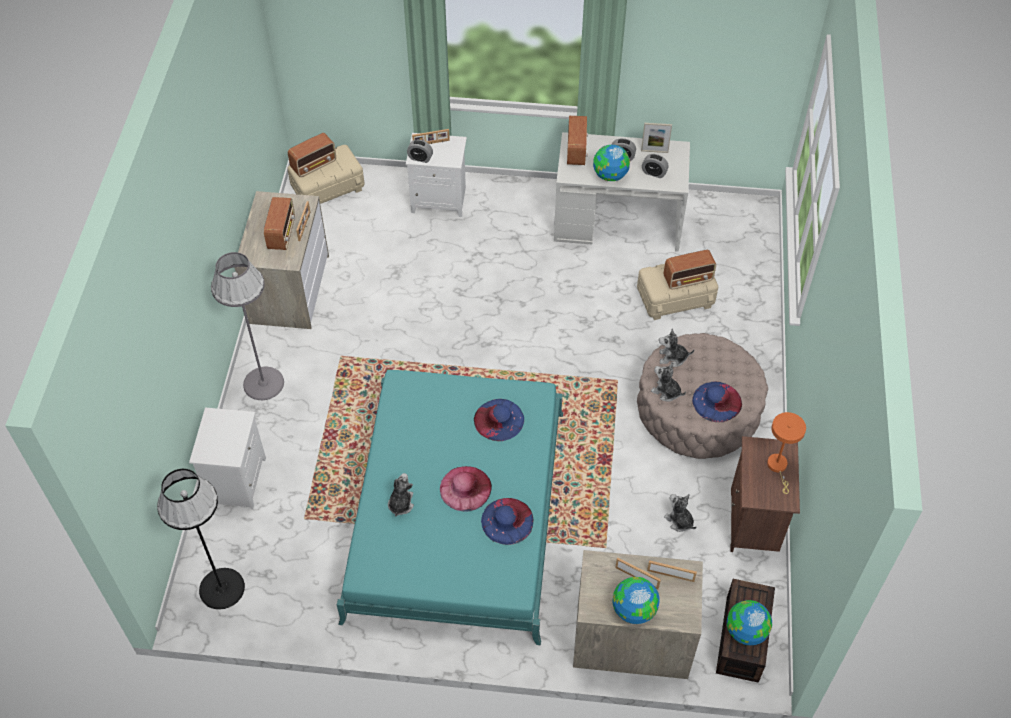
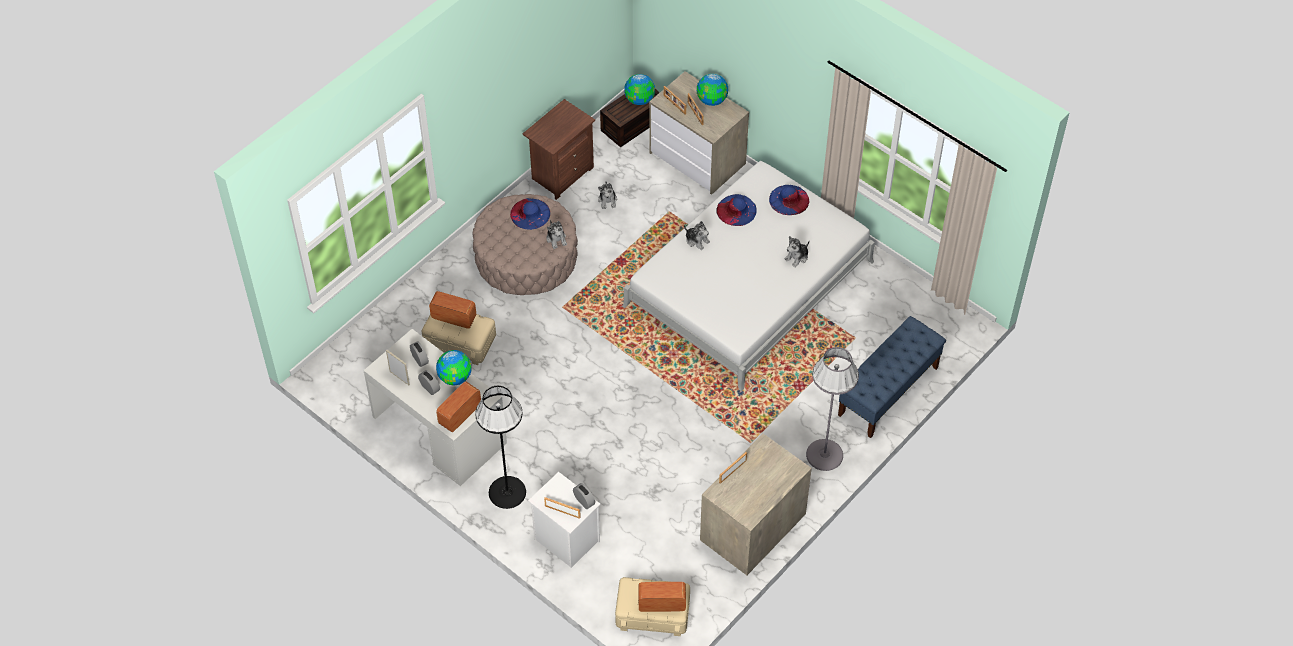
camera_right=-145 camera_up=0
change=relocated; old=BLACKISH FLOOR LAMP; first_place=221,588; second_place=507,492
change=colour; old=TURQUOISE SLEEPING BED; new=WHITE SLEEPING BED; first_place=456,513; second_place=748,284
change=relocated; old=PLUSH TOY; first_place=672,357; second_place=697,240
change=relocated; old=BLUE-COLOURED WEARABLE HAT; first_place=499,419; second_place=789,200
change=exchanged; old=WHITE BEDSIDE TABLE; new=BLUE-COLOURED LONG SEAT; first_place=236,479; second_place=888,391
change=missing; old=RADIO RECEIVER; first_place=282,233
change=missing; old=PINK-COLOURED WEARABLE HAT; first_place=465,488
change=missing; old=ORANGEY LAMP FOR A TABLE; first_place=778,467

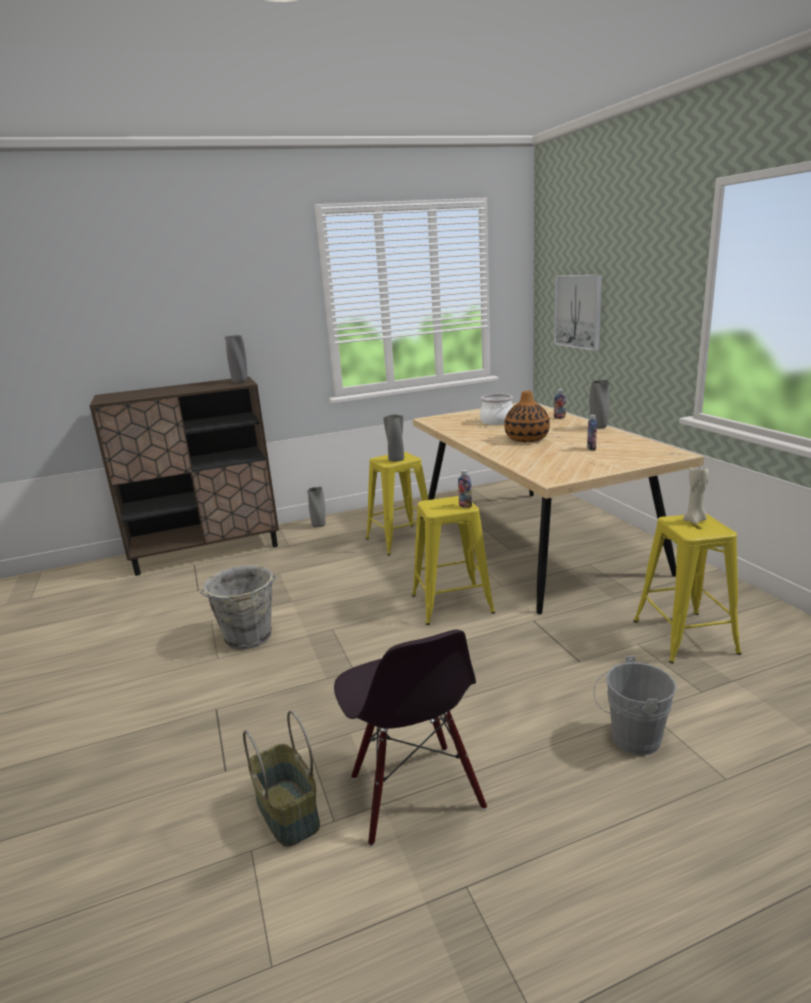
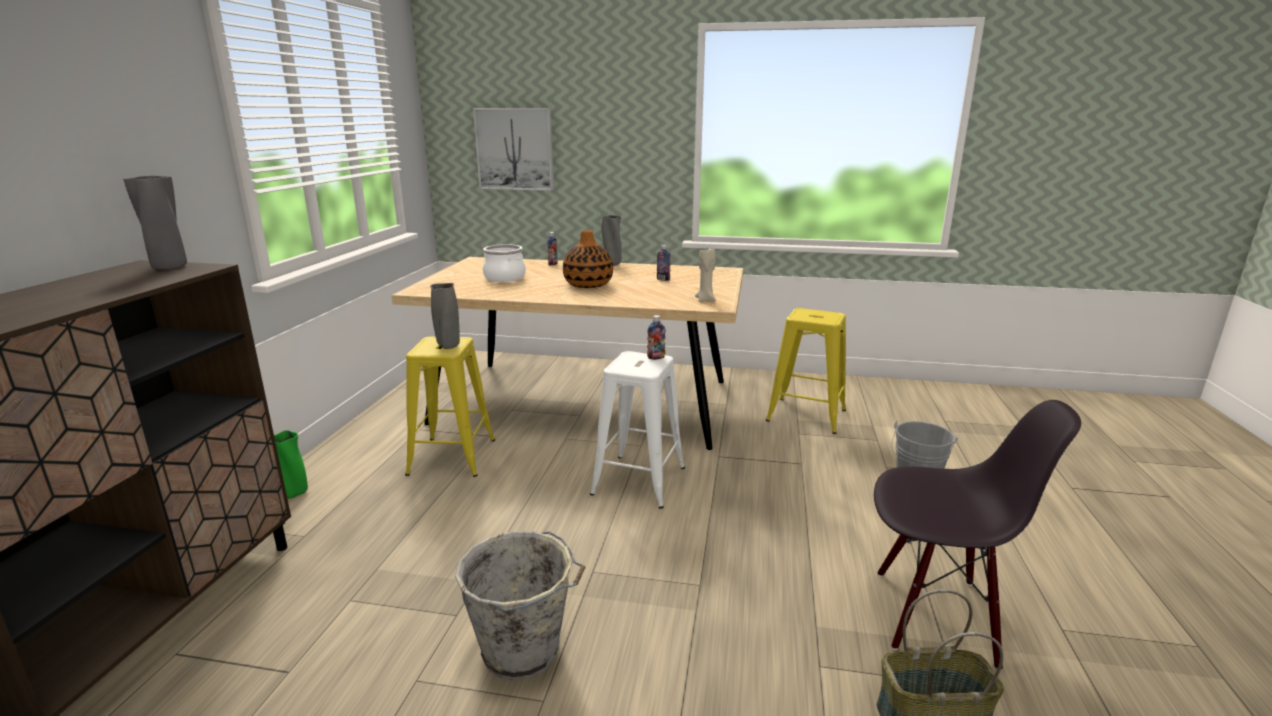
camera_right=-60 camera_up=0
change=colour; old=GREY DECORATIVE VASE; new=GREEN DECORATIVE VASE; first_place=319,525; second_place=295,493
change=colour; old=YELLOW SITTING STOOL; new=WHITE SITTING STOOL; first_place=452,604; second_place=639,480
change=relocated; old=BEIGE-COLOURED CANDLE; first_place=694,521; second_place=705,300

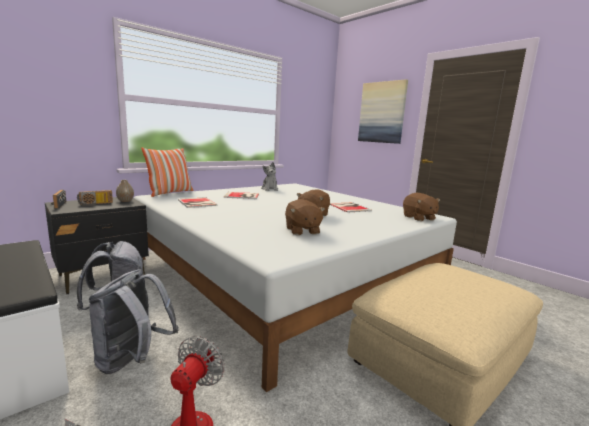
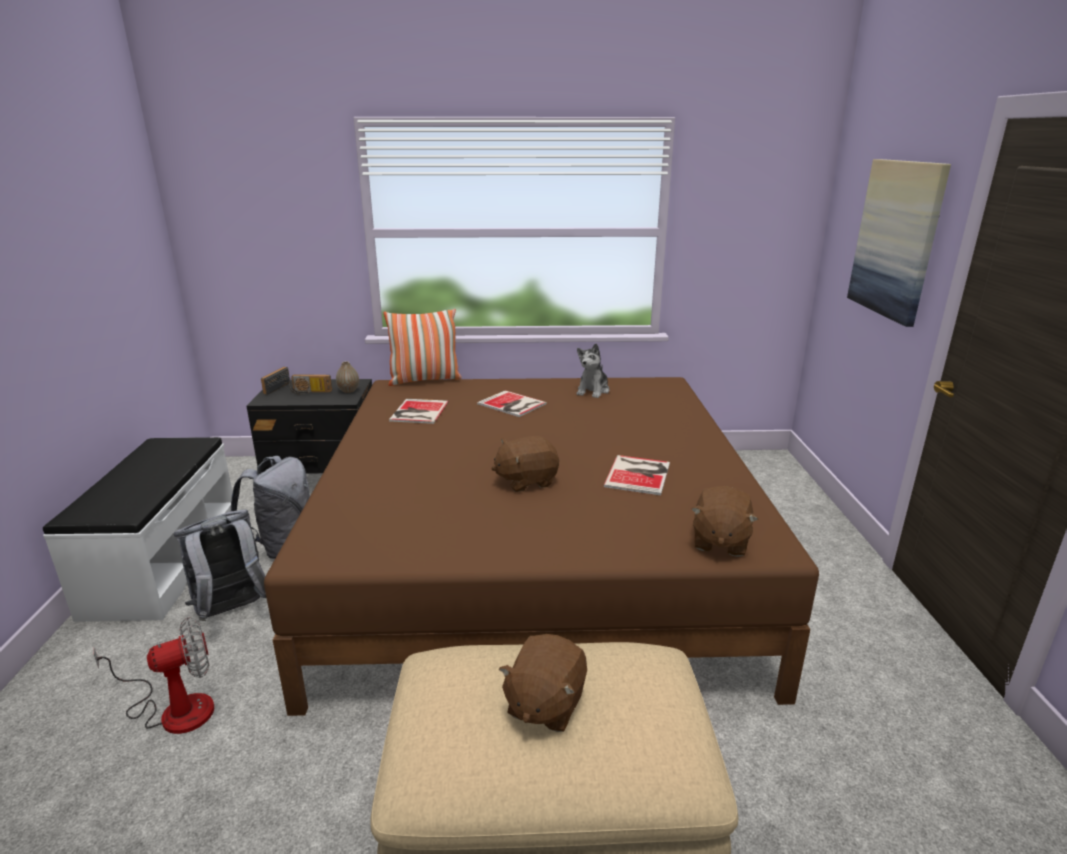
camera_right=40 camera_up=10
change=colour; old=WHITE SLEEPING BED; new=BROWN-COLOURED SLEEPING BED; first_place=285,273; second_place=536,554
change=relocated; old=BROWN-COLOURED PLUSH TOY; first_place=302,231; second_place=544,704

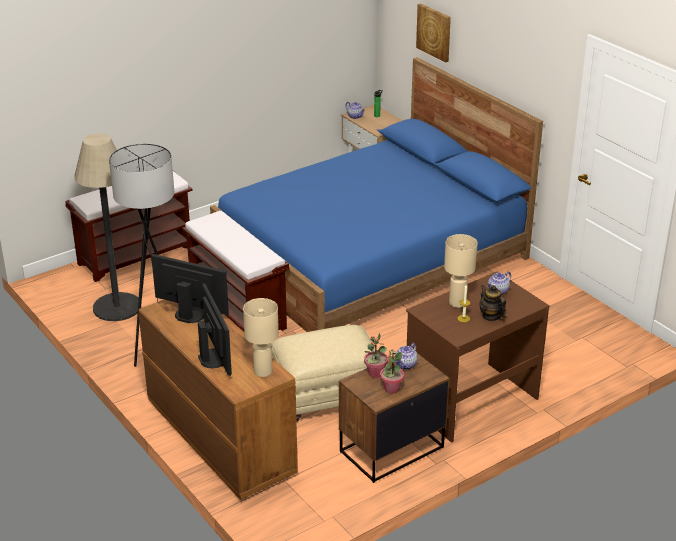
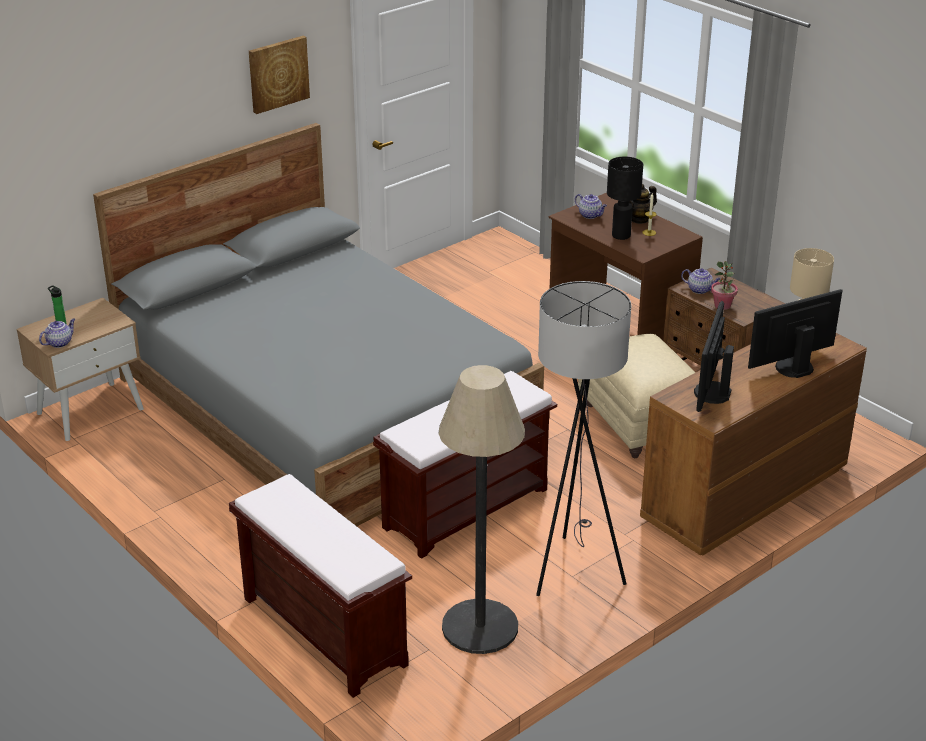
camera_right=-95 camera_up=0
change=colour; old=BLUE-COLOURED SLEEPING BED; new=GREY SLEEPING BED; first_place=372,257; second_place=325,405
change=relocated; old=PICTURE; first_place=434,32; second_place=278,73
change=colour; old=BEIGE-COLOURED LAMP FOR A TABLE; new=BLACKISH LAMP FOR A TABLE; first_place=457,303; second_place=621,236
change=missing; old=HOUSEPLANT; first_place=391,389

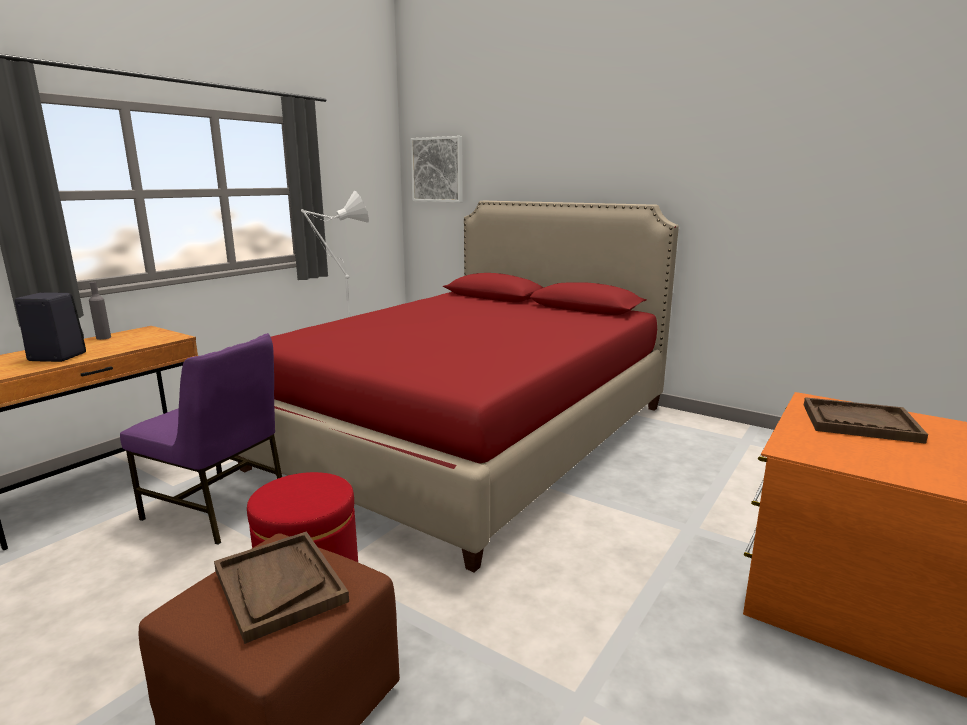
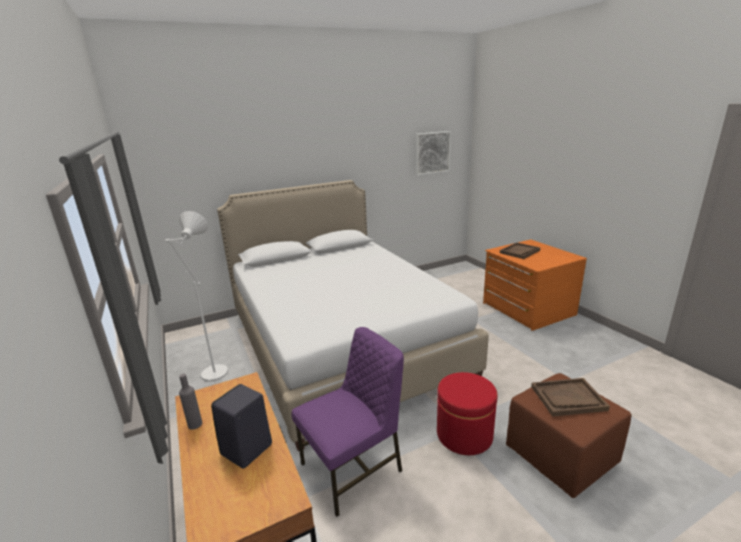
camera_right=-60 camera_up=5
change=colour; old=RED-COLOURED SLEEPING BED; new=WHITE SLEEPING BED; first_place=472,435; second_place=341,343
change=relocated; old=PICTURE; first_place=437,169; second_place=432,152

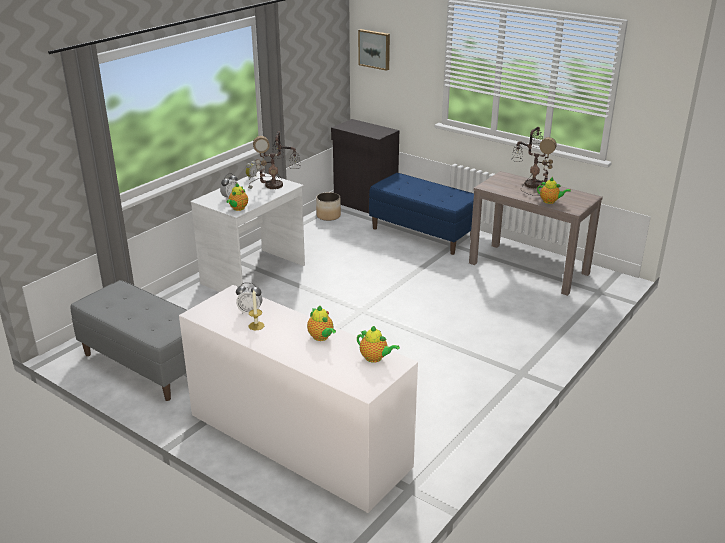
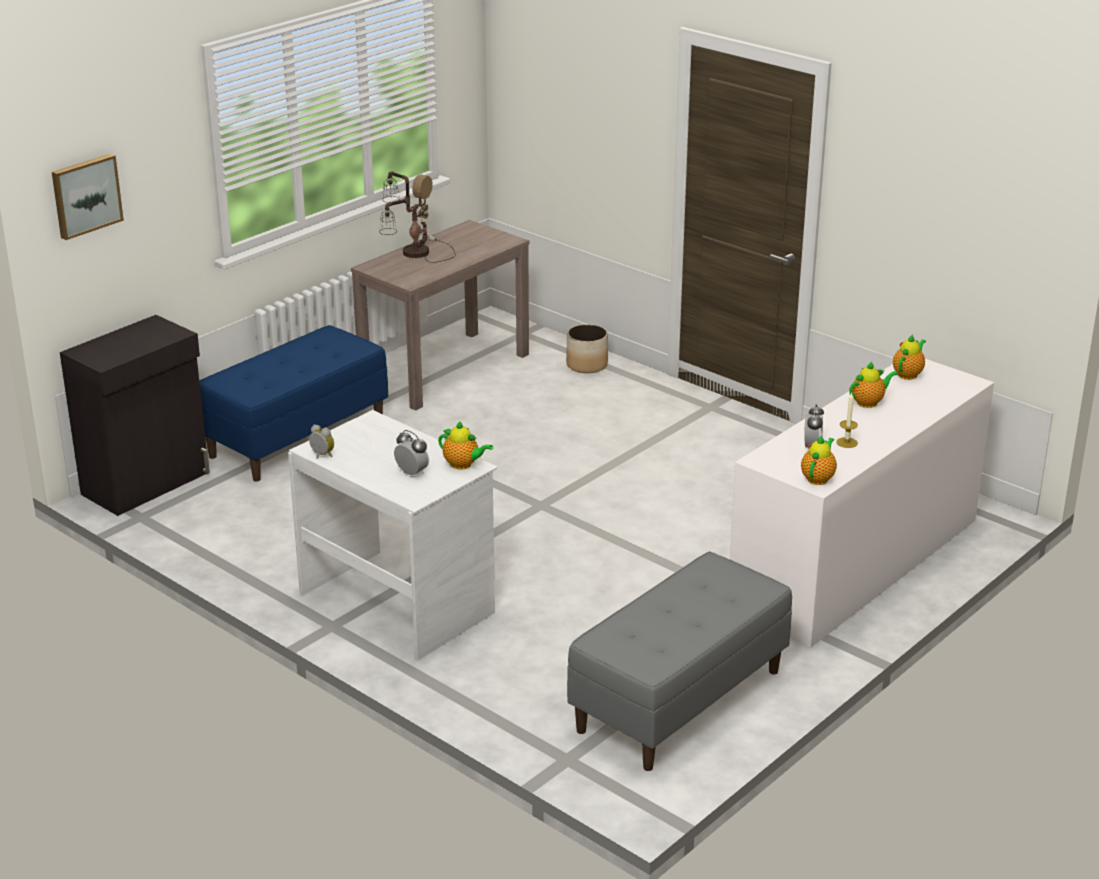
camera_right=-85 camera_up=0
change=relocated; old=FLOWER POT; first_place=328,216; second_place=586,365
change=relocated; old=TEAPOT; first_place=550,201; second_place=818,478
change=missing; old=LAMP FOR A TABLE; first_place=275,186

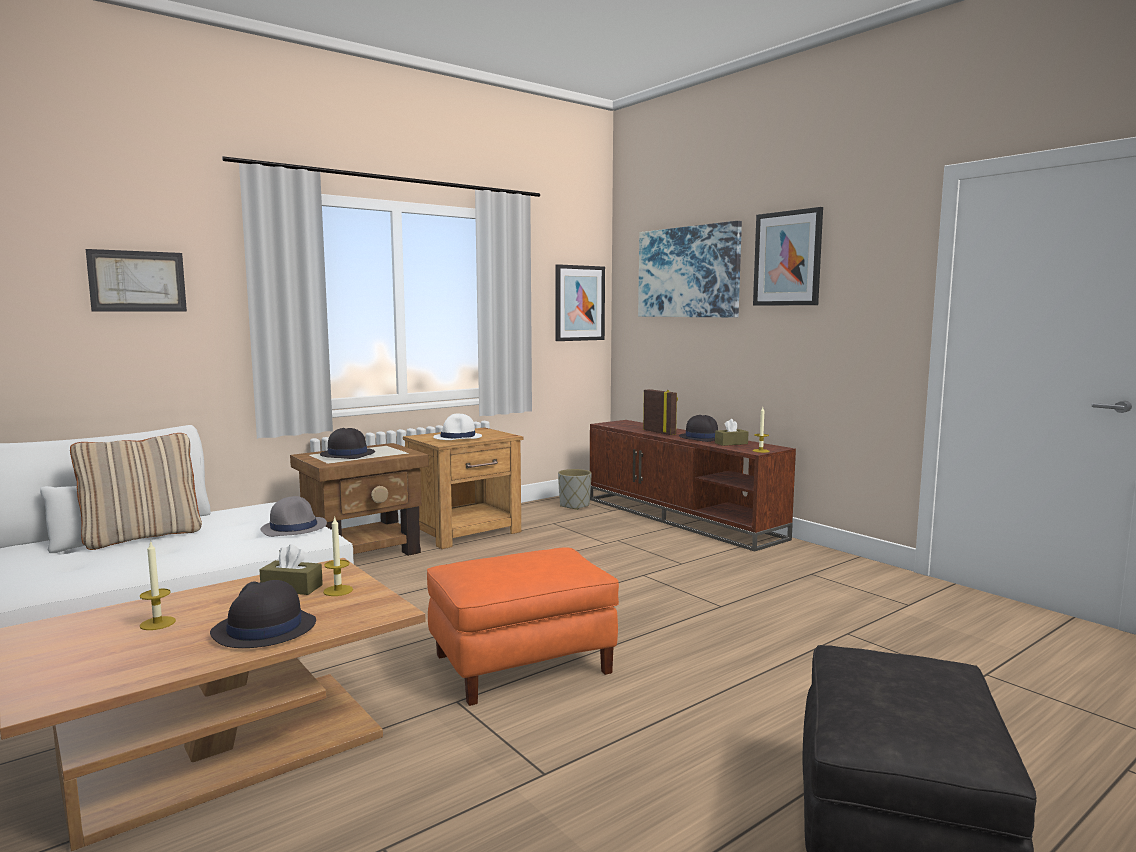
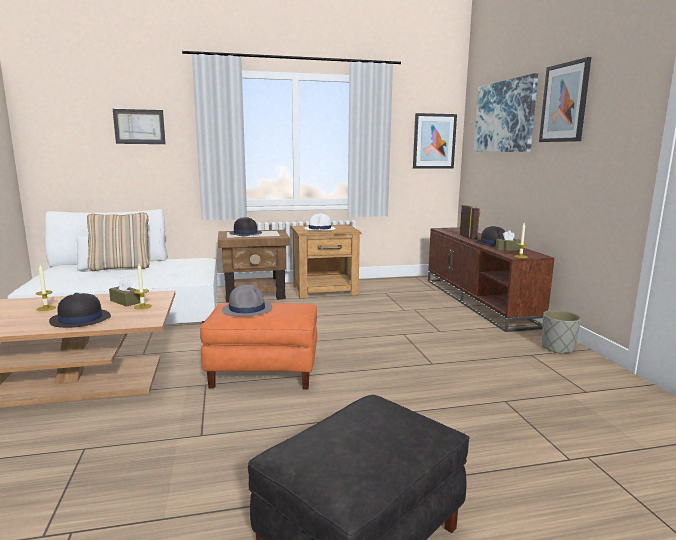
camera_right=25 camera_up=5
change=relocated; old=GREY WEARABLE HAT; first_place=294,527; second_place=247,309
change=relocated; old=GREY FLOWER POT; first_place=574,506; second_place=557,348

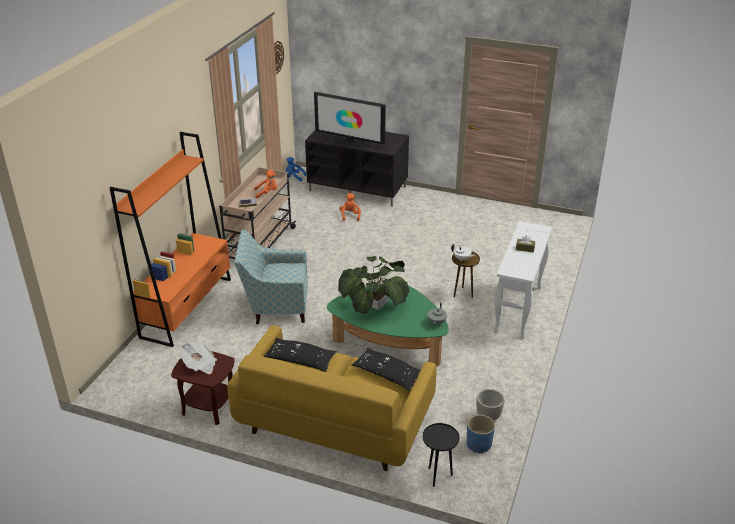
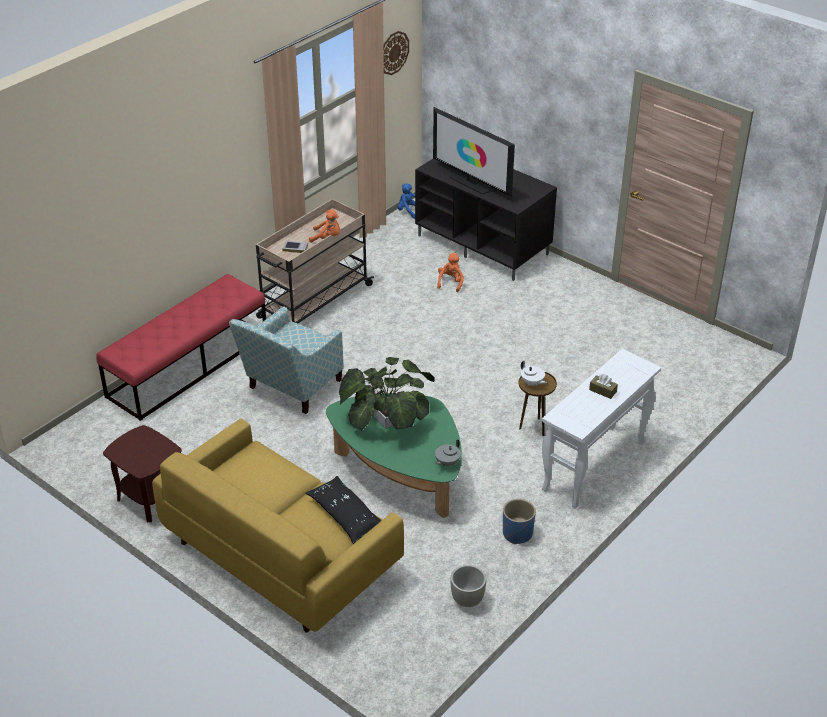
camera_right=20 camera_up=5
change=exchanged; old=ORANGEY SHELVING UNIT; new=RED-COLOURED LONG SEAT; first_place=187,307; second_place=189,365
change=spun; old=EASY CHAIR; first_place=275,306; second_place=290,389; degrees=-75
change=relocated; old=BLUE-COLOURED FLOWER POT; first_place=479,444; second_place=517,533
change=missing; old=DAILY PAPER; first_place=199,365
change=missing; old=BLACKISH CUSHION; first_place=300,360
change=missing; old=BLACKISH END TABLE; first_place=438,476

